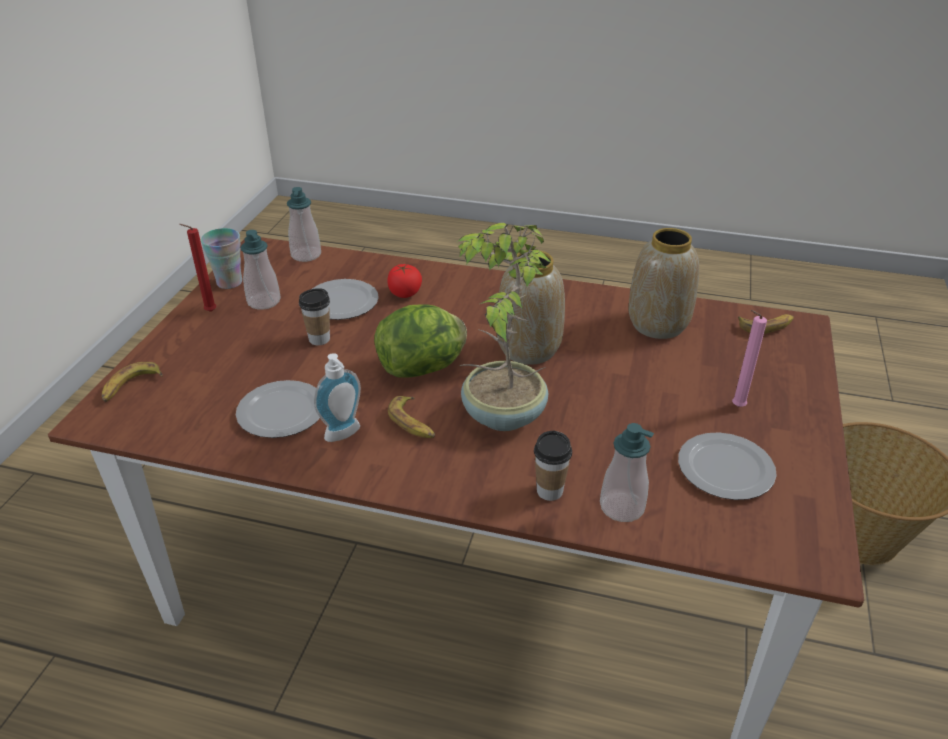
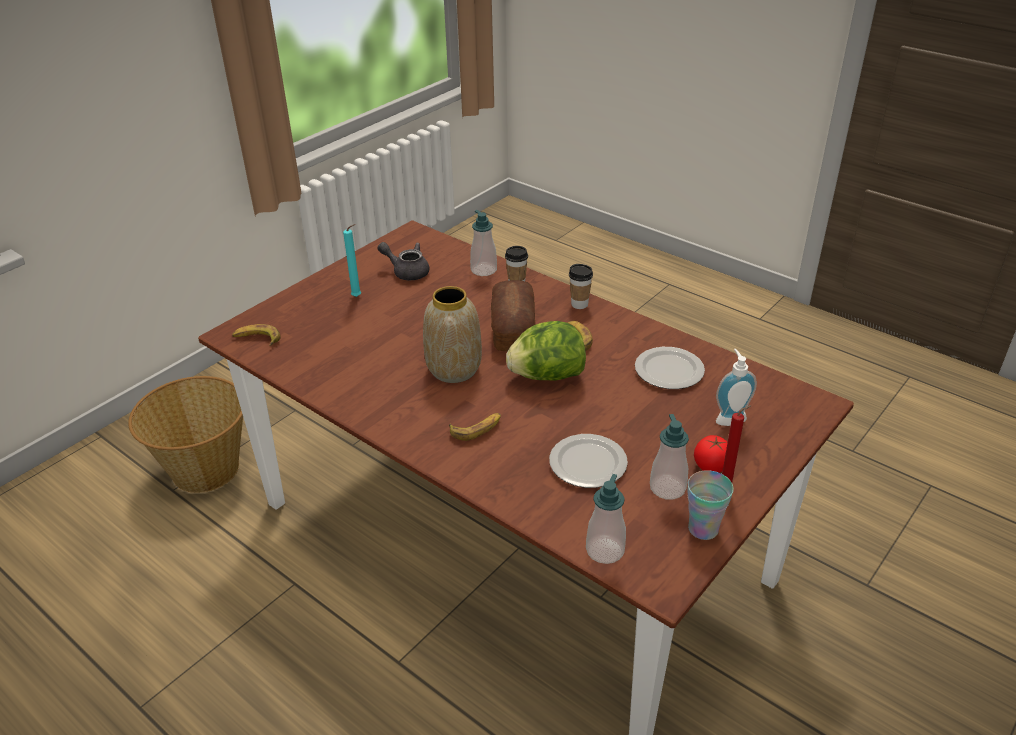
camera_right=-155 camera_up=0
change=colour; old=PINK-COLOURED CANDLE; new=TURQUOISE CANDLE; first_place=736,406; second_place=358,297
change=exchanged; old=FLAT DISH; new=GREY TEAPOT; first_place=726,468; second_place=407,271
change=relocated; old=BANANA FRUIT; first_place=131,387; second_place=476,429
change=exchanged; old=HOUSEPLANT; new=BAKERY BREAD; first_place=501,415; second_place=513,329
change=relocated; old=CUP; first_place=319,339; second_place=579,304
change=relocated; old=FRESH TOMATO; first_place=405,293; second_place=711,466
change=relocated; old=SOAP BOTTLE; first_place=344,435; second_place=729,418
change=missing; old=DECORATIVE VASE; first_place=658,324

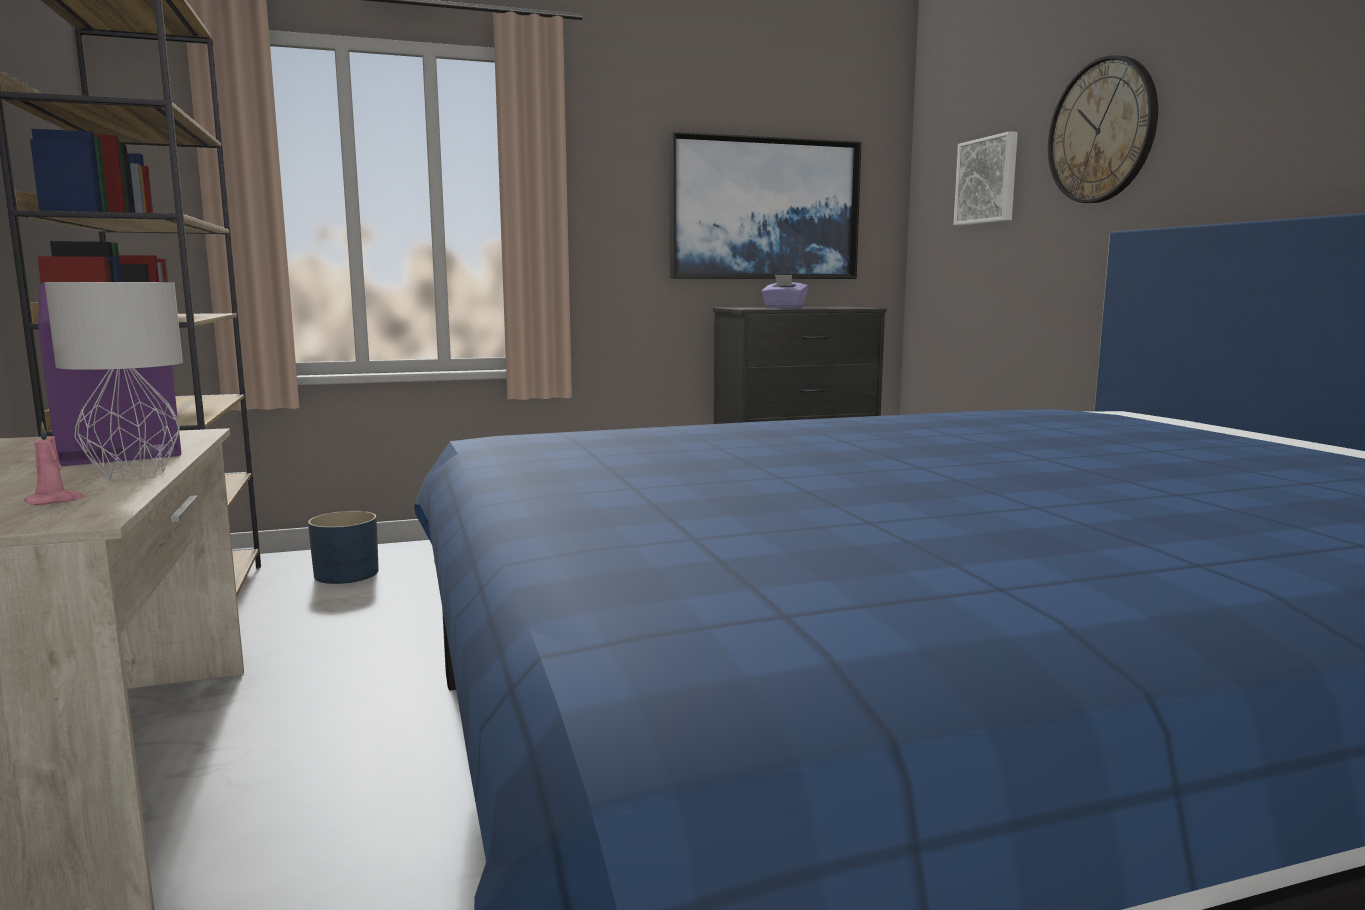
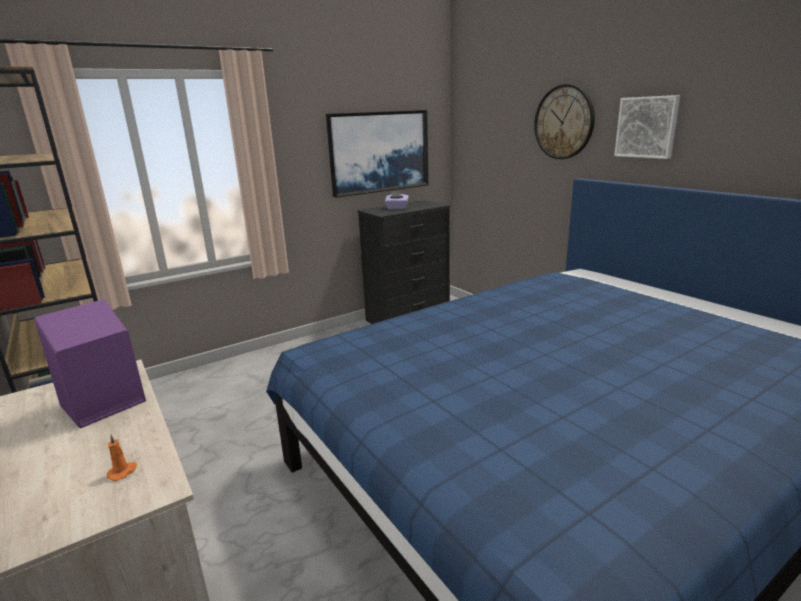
camera_right=-15 camera_up=10
change=colour; old=PINK-COLOURED CANDLE; new=ORANGEY CANDLE; first_place=55,501; second_place=123,472
change=relocated; old=PICTURE; first_place=988,181; second_place=647,127
change=missing; old=GREY LAMP FOR A TABLE; first_place=132,474
change=missing; old=BLUE-COLOURED FLOWER POT; first_place=346,574

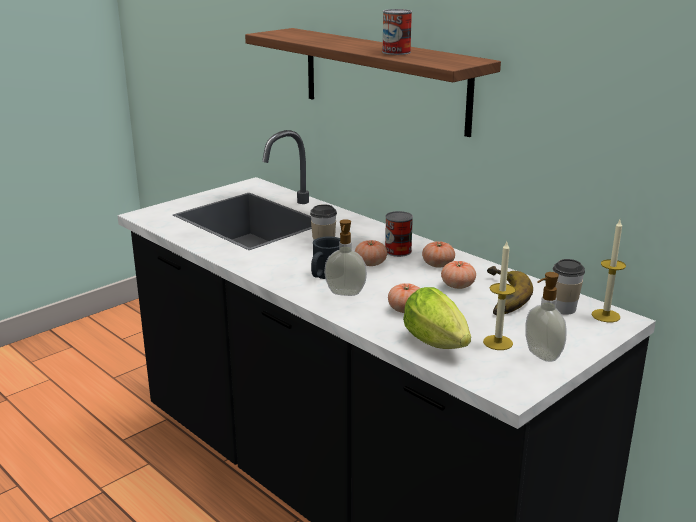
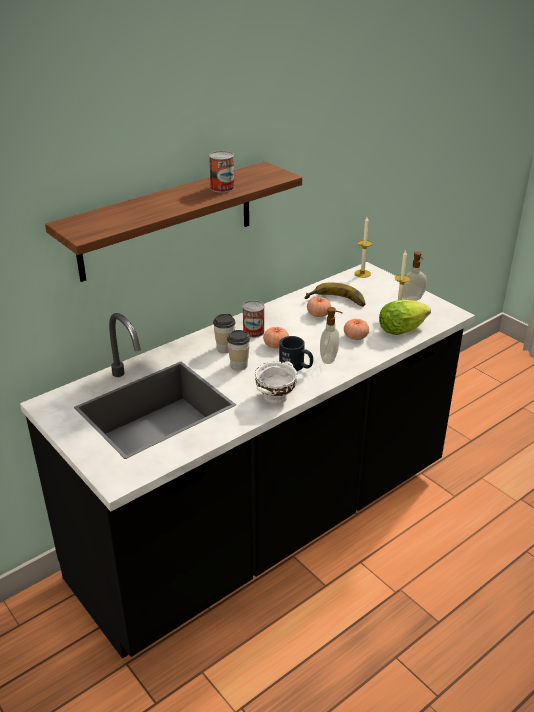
camera_right=-85 camera_up=10
change=relocated; old=CUP; first_place=564,309; second_place=225,348
change=appeared; new=WHITE BOWL; second_place=274,396
change=missing; old=FRESH TOMATO; first_place=438,265

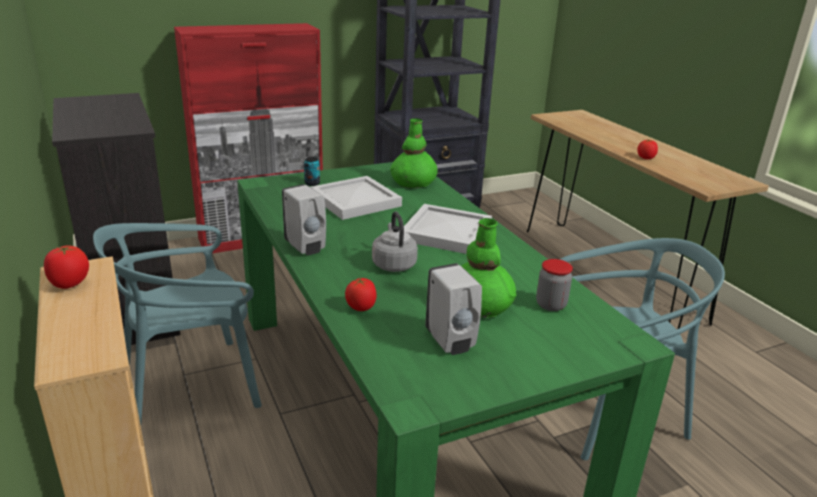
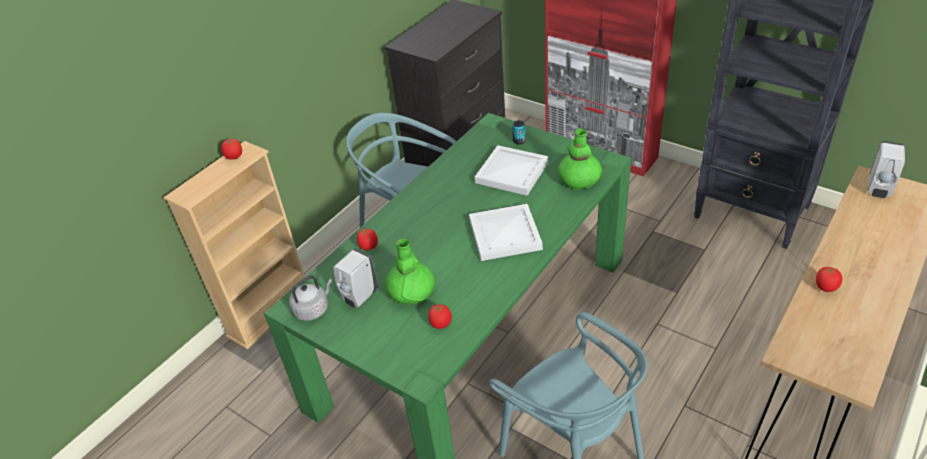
camera_right=65 camera_up=15
change=relocated; old=GREY KETTLE; first_place=393,264; second_place=313,309
change=exchanged; old=PRESERVE JAR; new=FRESH TOMATO; first_place=550,305; second_place=441,323
change=relocated; old=WHITE SOAP BOTTLE; first_place=305,247; second_place=878,189

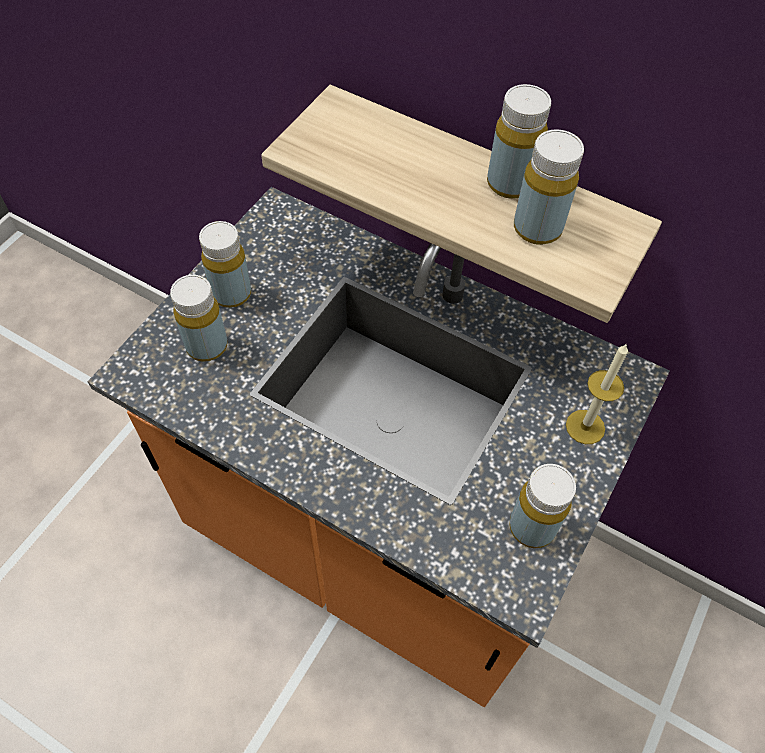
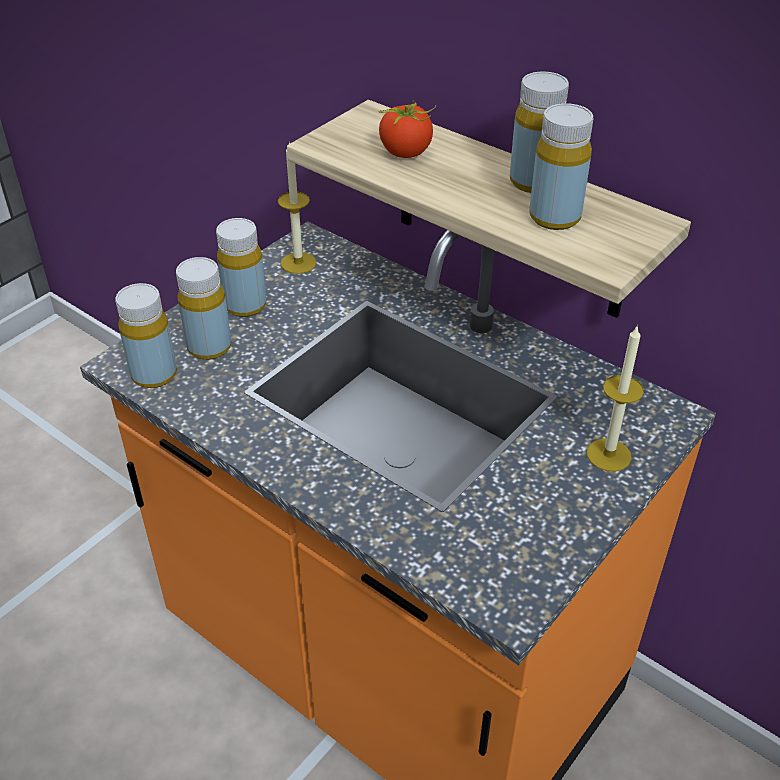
camera_right=10 camera_up=-15
change=relocated; old=YELLOW BOTTLE; first_place=532,527; second_place=154,374
change=appeared; new=CANDLE; second_place=298,263
change=appeared; new=FRESH TOMATO; second_place=406,152

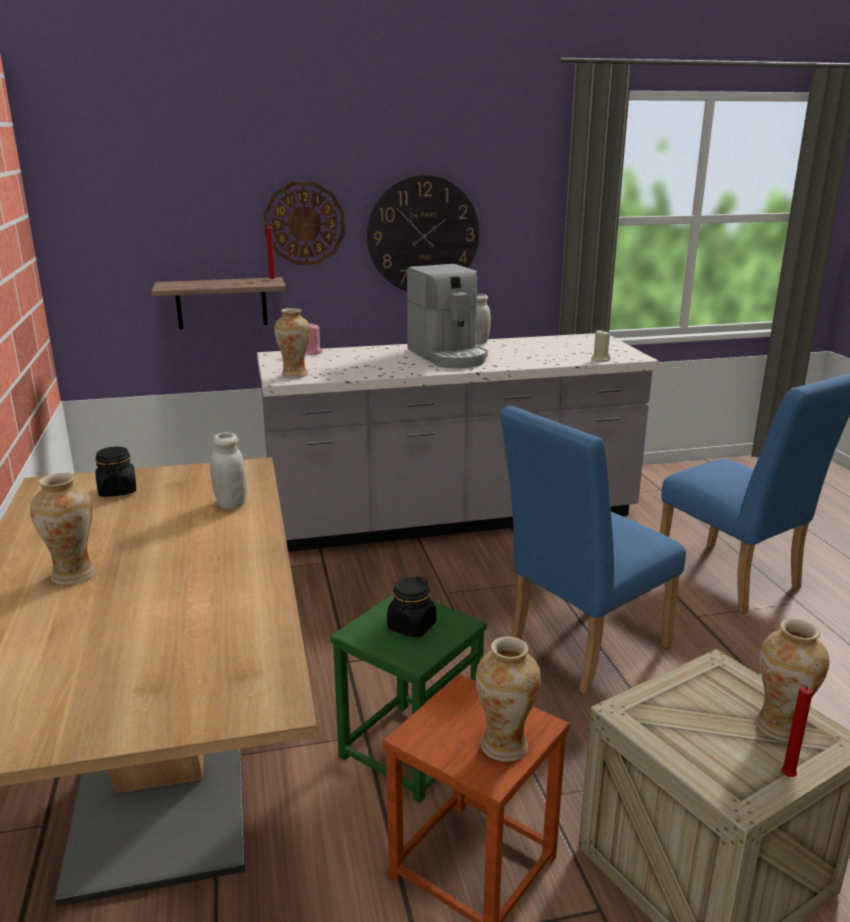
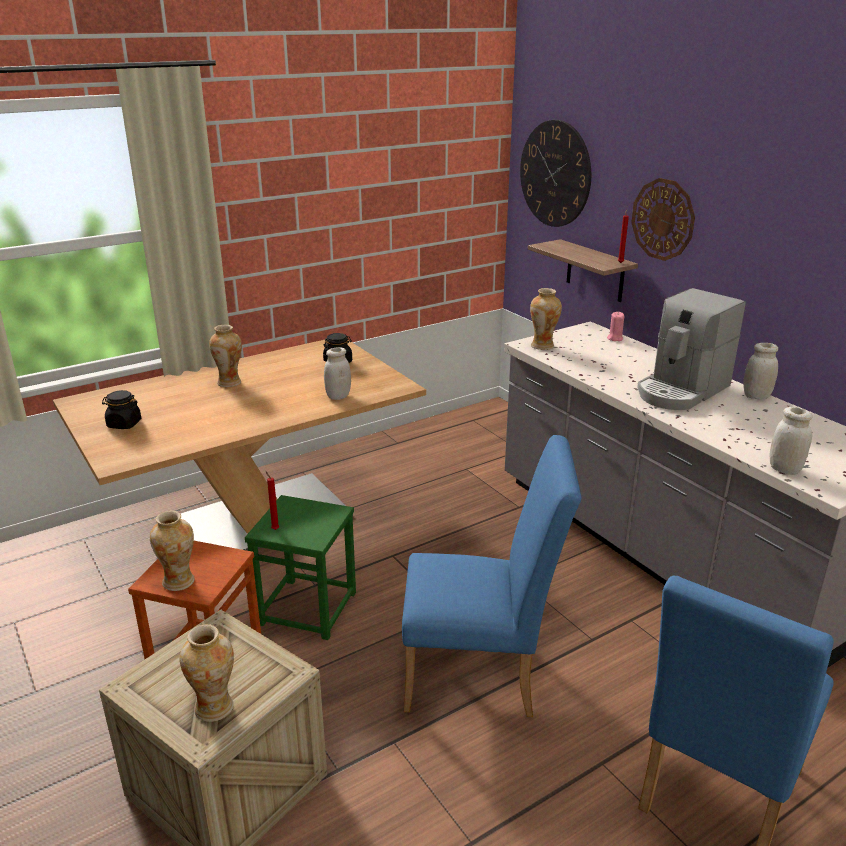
camera_right=70 camera_up=5
change=relocated; old=BLACKISH PRESERVE JAR; first_place=411,626; second_place=124,424
change=relocated; old=RED-COLOURED CANDLE; first_place=786,777; second_place=274,529
change=spun; old=BLUE-COLOURED UPRIGHT CHAIR; first_place=580,649; second_place=481,678; degrees=150
change=relocated; old=HANGING CLOCK; first_place=423,235; second_place=555,174
change=exchanged; old=BEIGE-COLOURED CANDLE; new=WHITE PRESERVE JAR; first_place=600,359; second_place=784,469

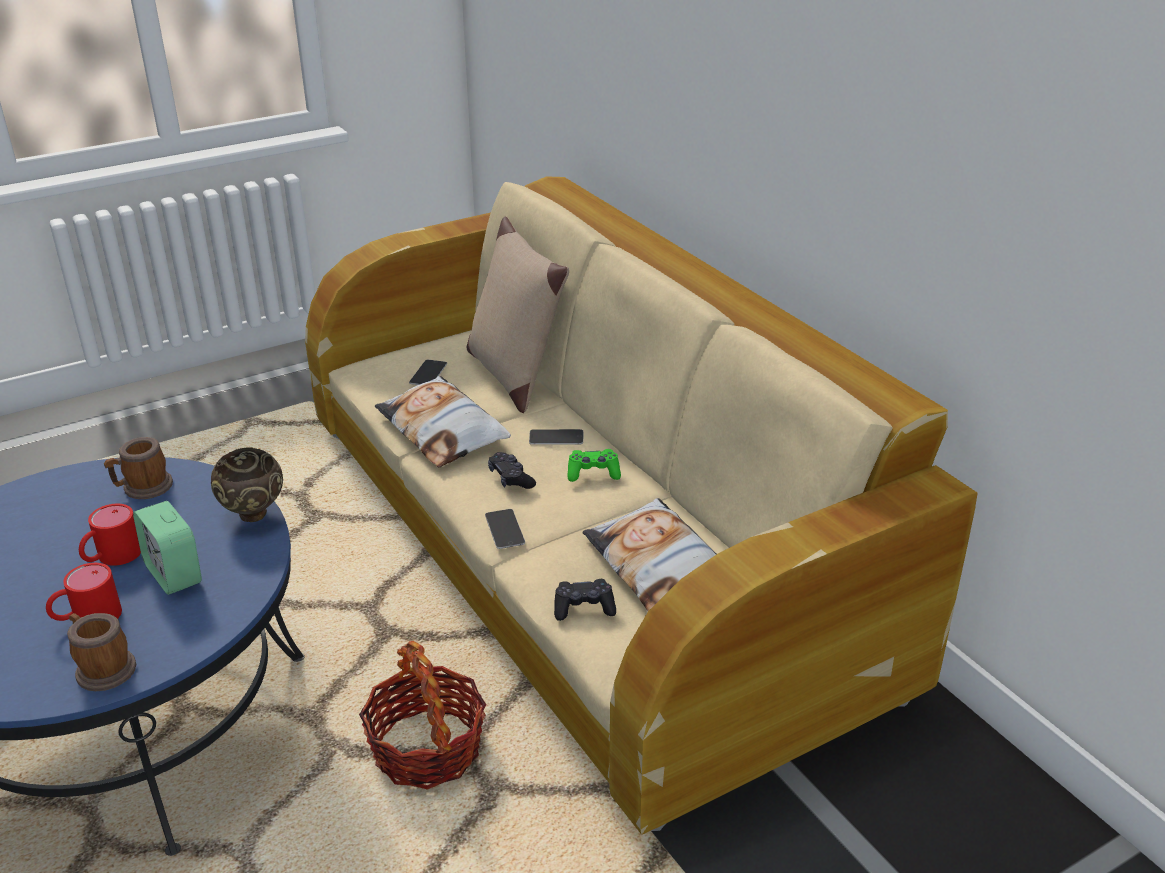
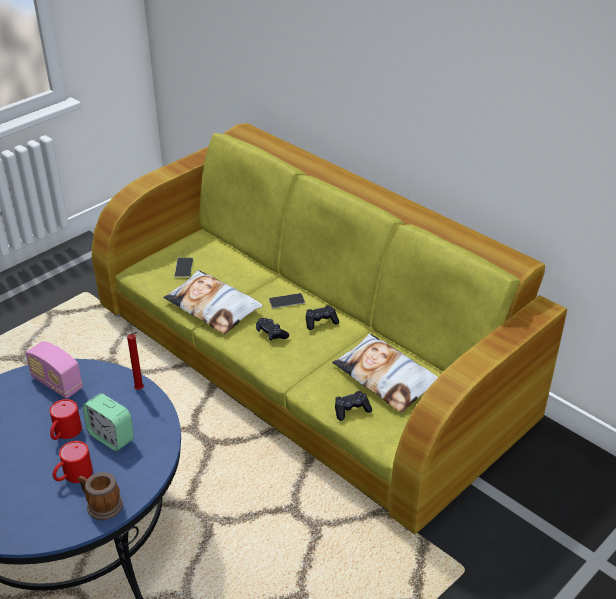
camera_right=-15 camera_up=5
change=exchanged; old=COFFEE MUG; new=RADIO RECEIVER; first_place=143,488; second_place=57,383
change=colour; old=BEIGE-COLOURED SETTEE; new=GREEN SETTEE; first_place=584,547; second_place=309,365
change=exchanged; old=BROWN-COLOURED BOWL; new=RED-COLOURED CANDLE; first_place=254,516; second_place=140,390
change=colour; old=GREEN GAME CONTROLLER; new=BLACKISH GAME CONTROLLER; first_place=593,473; second_place=321,322
change=missing; old=STORAGE BASKET; first_place=427,750
change=missing; old=BEIGE-COLOURED CUSHION; first_place=514,375
change=missing; old=HANDSET; first_place=504,529

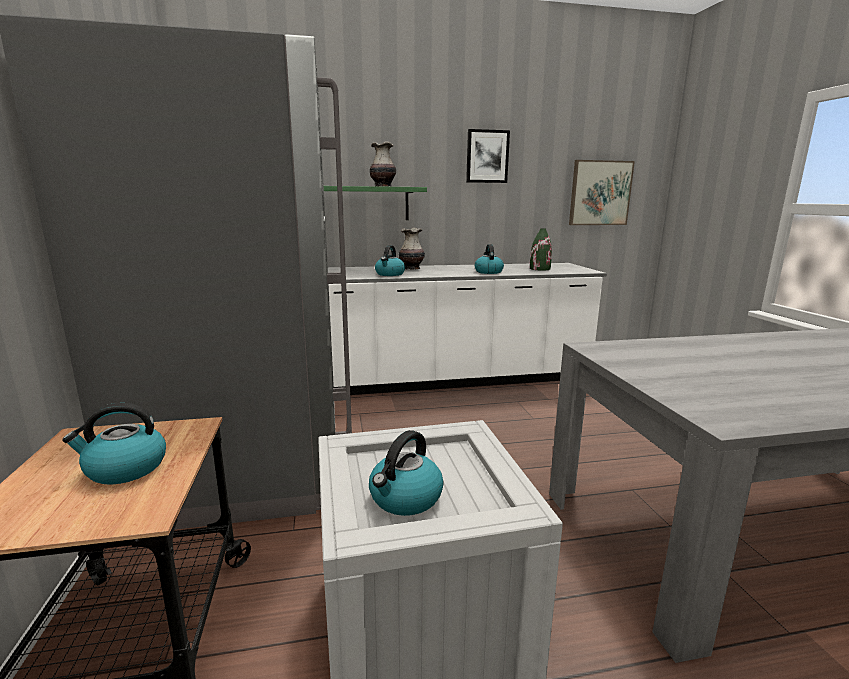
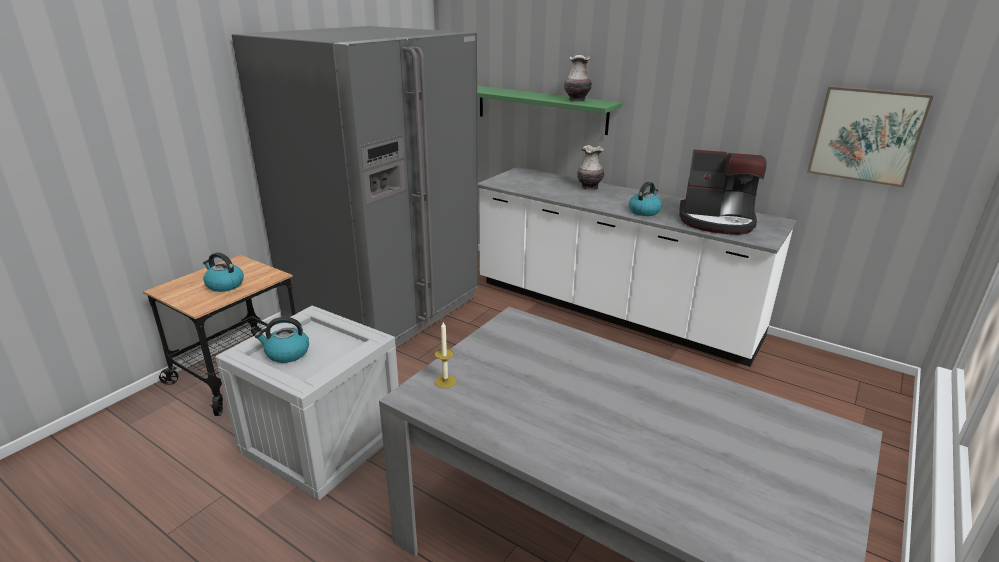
camera_right=45 camera_up=10
change=appeared; new=CANDLE; second_place=445,381
change=exchanged; old=GREEN DECORATIVE VASE; new=COFFEE BREWER; first_place=539,269; second_place=717,221
change=missing; old=KETTLE; first_place=390,274
change=missing; old=PICTURE; first_place=487,156

